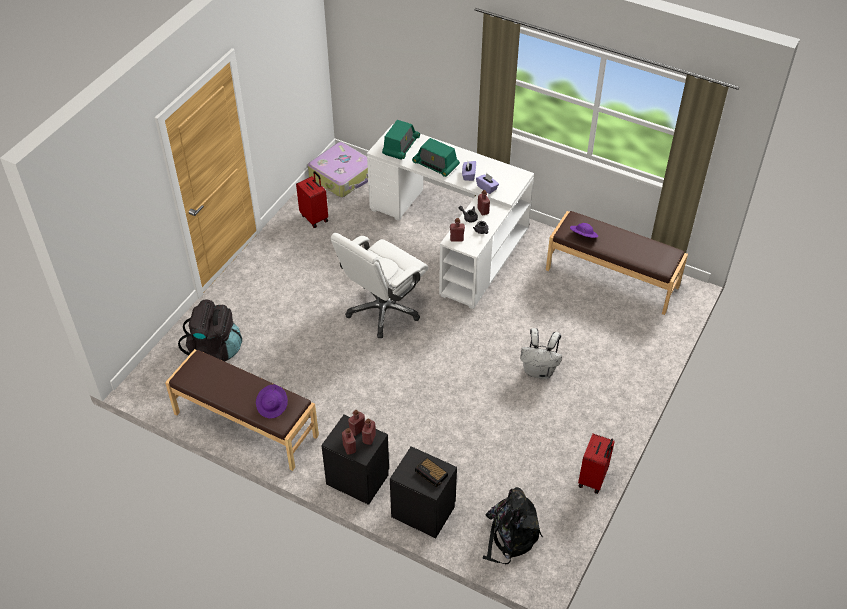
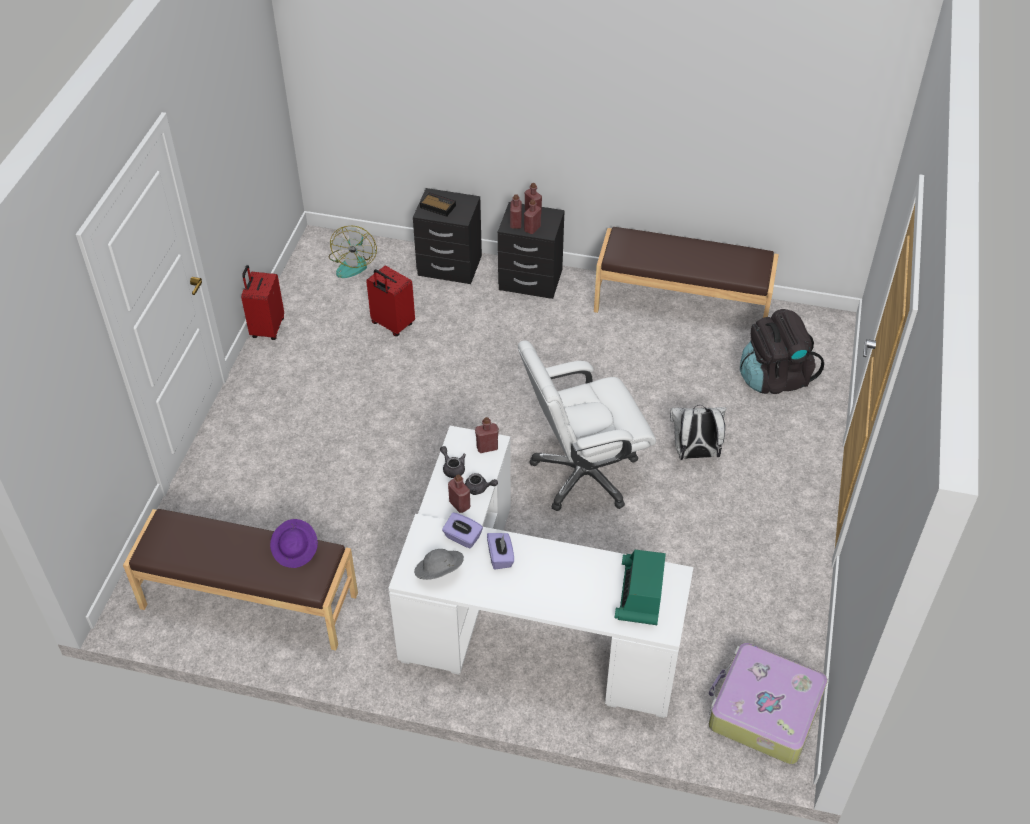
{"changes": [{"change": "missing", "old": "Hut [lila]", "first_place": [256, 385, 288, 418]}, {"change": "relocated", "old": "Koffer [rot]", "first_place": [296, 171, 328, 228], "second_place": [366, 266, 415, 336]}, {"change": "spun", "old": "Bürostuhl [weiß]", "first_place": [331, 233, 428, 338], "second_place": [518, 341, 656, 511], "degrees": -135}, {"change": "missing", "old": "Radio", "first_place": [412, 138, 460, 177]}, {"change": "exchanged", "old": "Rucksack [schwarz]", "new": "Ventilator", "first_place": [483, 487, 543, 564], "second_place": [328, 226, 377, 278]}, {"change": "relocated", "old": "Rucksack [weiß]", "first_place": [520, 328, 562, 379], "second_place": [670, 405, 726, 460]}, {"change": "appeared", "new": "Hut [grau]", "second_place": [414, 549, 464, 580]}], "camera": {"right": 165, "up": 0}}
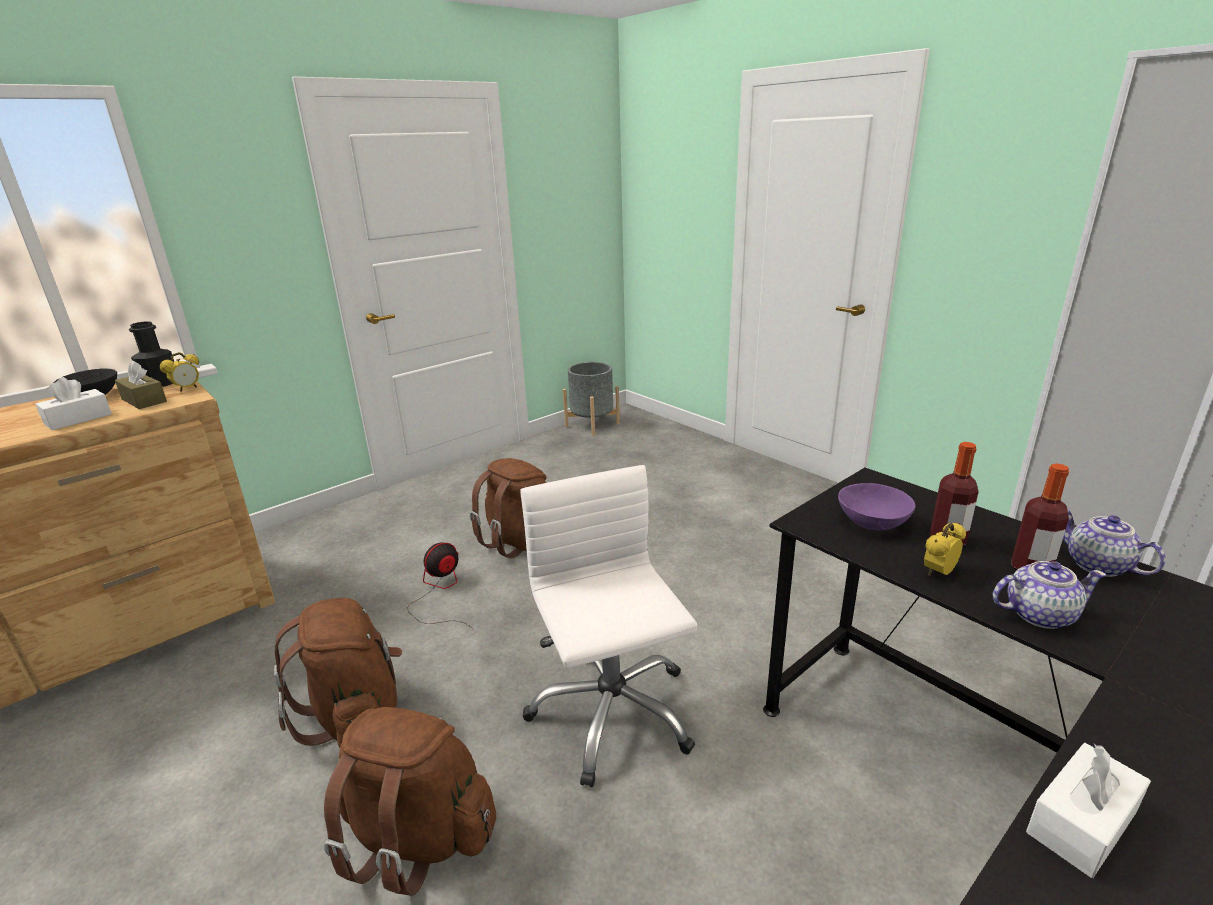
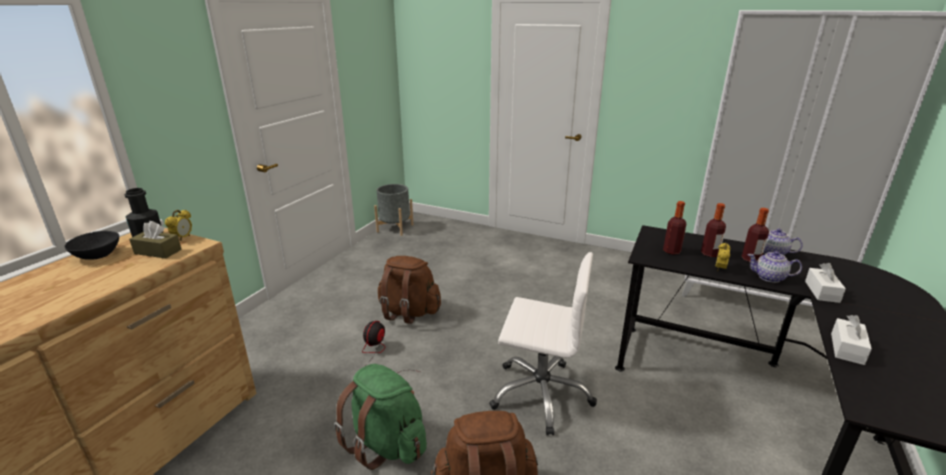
{"changes": [{"change": "relocated", "old": "Taschentuchbox [weiß]", "first_place": [35, 377, 112, 430], "second_place": [805, 263, 846, 303]}, {"change": "colour", "old": "Rucksack [braun]", "new": "Rucksack [grün]", "first_place": [274, 598, 402, 748], "second_place": [334, 364, 427, 470]}, {"change": "spun", "old": "Bürostuhl [weiß]", "first_place": [520, 465, 697, 787], "second_place": [489, 252, 597, 436], "degrees": 150}, {"change": "exchanged", "old": "Schüssel [lila]", "new": "Flasche", "first_place": [838, 483, 915, 530], "second_place": [663, 201, 686, 255]}, {"change": "spun", "old": "Teekanne", "first_place": [993, 561, 1106, 629], "second_place": [748, 251, 802, 283], "degrees": -135}], "camera": {"right": -25, "up": 0}}
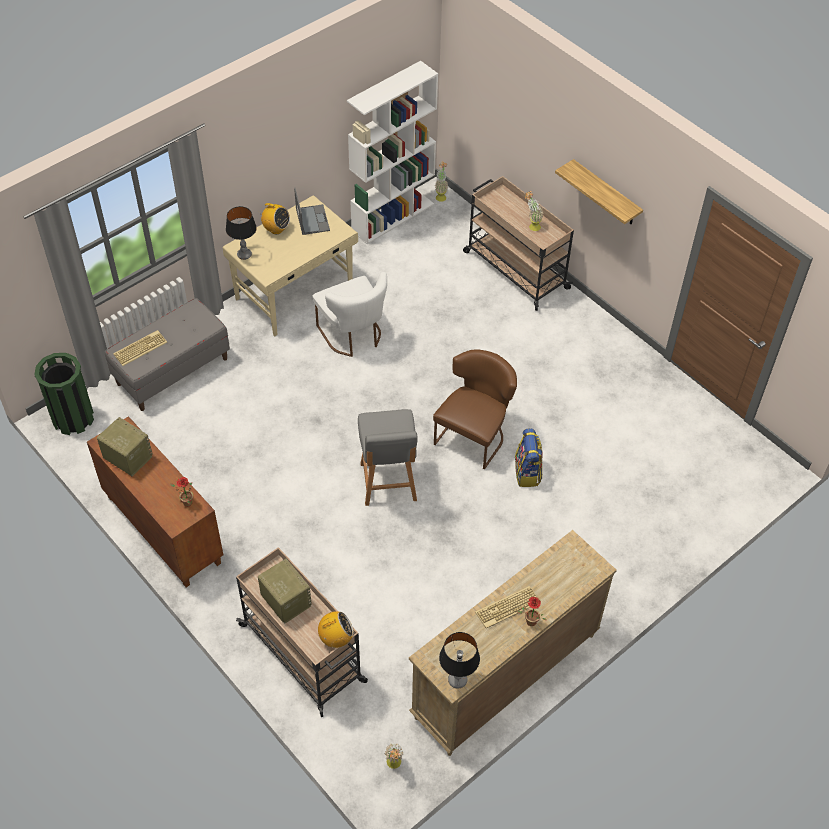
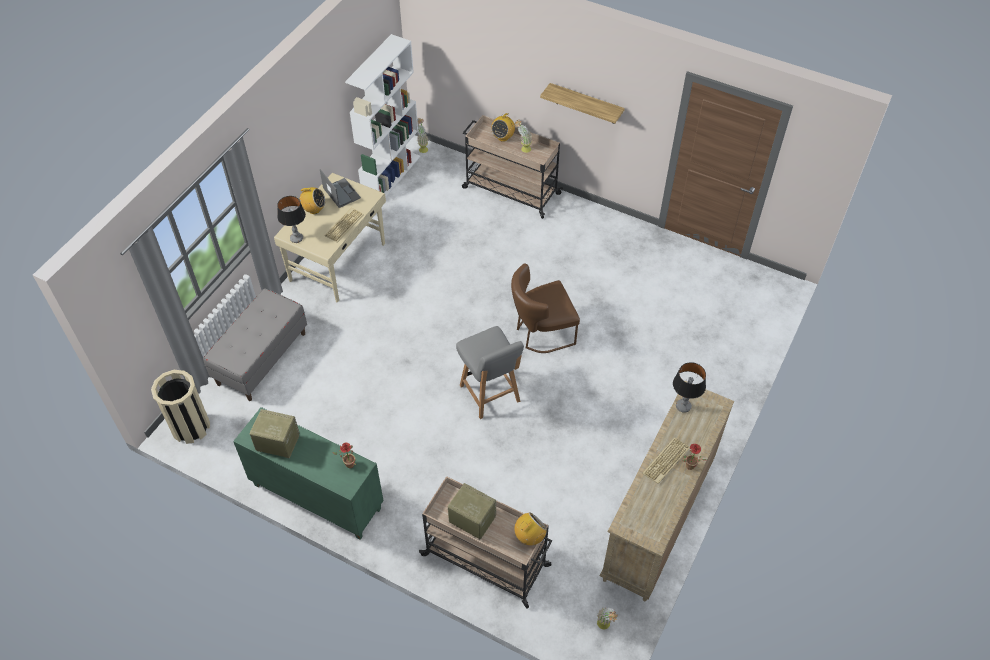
{"changes": [{"change": "colour", "old": "Mülleimer [grün]", "new": "Mülleimer [beige]", "first_place": [34, 353, 94, 435], "second_place": [151, 370, 210, 444]}, {"change": "colour", "old": "Schrank [braun]", "new": "Schrank [grün]", "first_place": [87, 416, 223, 587], "second_place": [233, 407, 384, 540]}, {"change": "relocated", "old": "Tastatur", "first_place": [113, 330, 167, 366], "second_place": [325, 208, 364, 243]}, {"change": "missing", "old": "Stuhl [weiß]", "first_place": [313, 272, 387, 357]}, {"change": "spun", "old": "Stuhl [braun]", "first_place": [433, 349, 517, 470], "second_place": [511, 263, 580, 353], "degrees": -120}, {"change": "relocated", "old": "Tischlampe", "first_place": [439, 632, 480, 688], "second_place": [673, 362, 706, 413]}, {"change": "missing", "old": "Rucksack", "first_place": [515, 428, 543, 487]}, {"change": "appeared", "new": "Radio", "second_place": [491, 113, 515, 142]}], "camera": {"right": -20, "up": 0}}
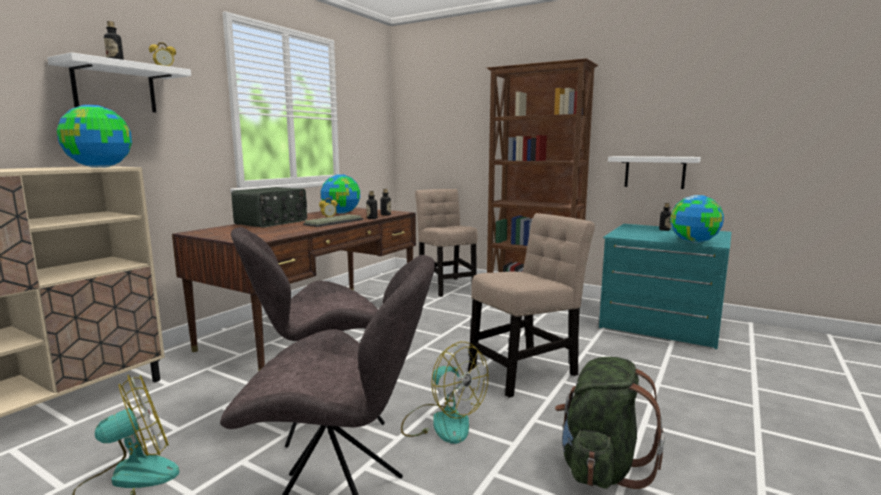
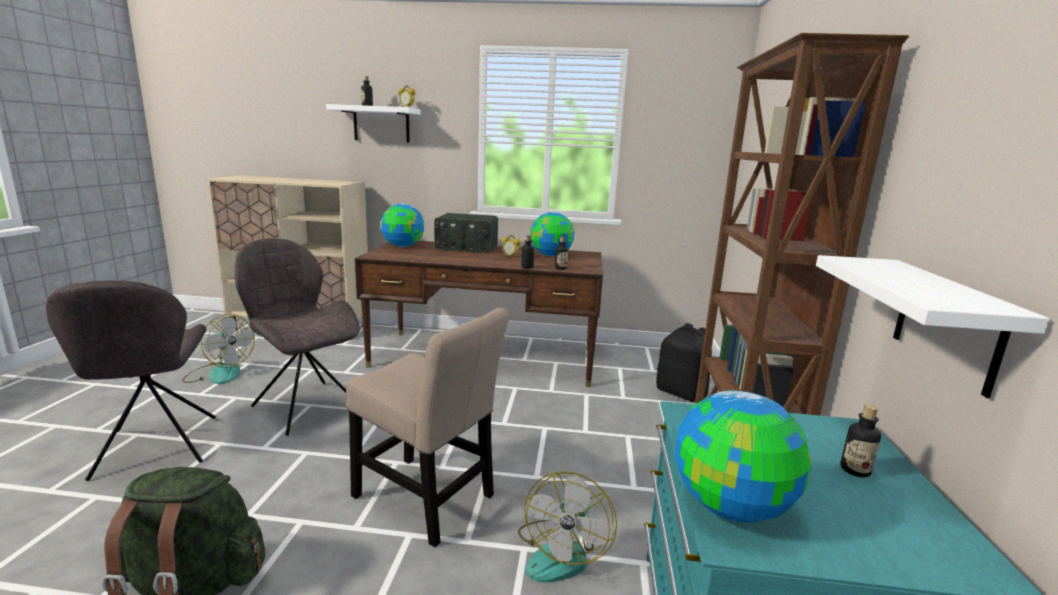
{"changes": [{"change": "relocated", "old": "Globus", "first_place": [57, 105, 132, 168], "second_place": [380, 204, 424, 247]}, {"change": "missing", "old": "Tastatur", "first_place": [303, 214, 363, 227]}, {"change": "relocated", "old": "Ventilator", "first_place": [401, 342, 488, 444], "second_place": [518, 471, 617, 582]}, {"change": "exchanged", "old": "Stuhl [beige]", "new": "Rucksack [schwarz]", "first_place": [415, 189, 478, 297], "second_place": [656, 323, 712, 402]}], "camera": {"right": 65, "up": 5}}
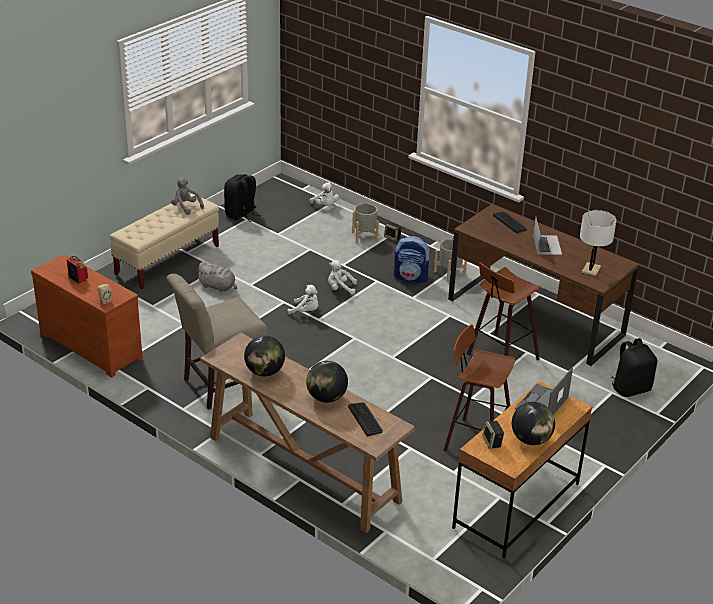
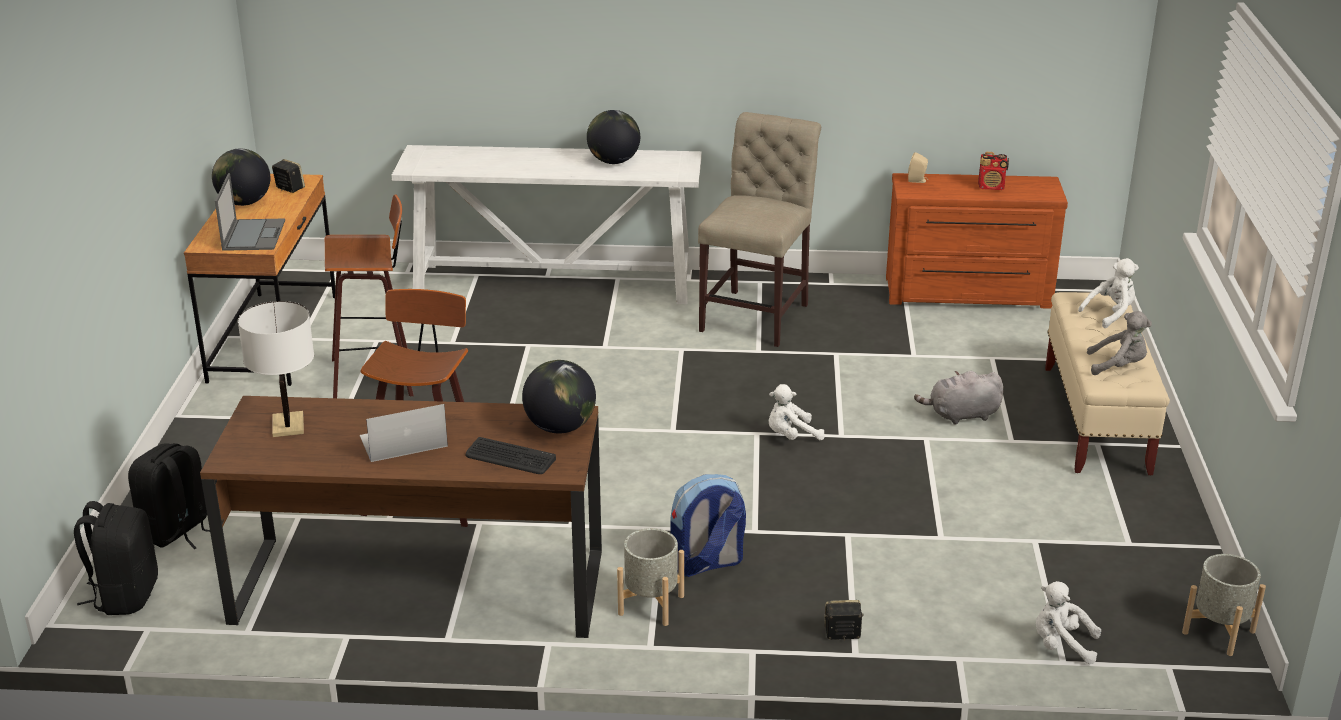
{"changes": [{"change": "colour", "old": "Konsolentisch [braun]", "new": "Konsolentisch [weiß]", "first_place": [200, 333, 415, 533], "second_place": [392, 145, 702, 304]}, {"change": "relocated", "old": "Rucksack [schwarz]", "first_place": [224, 174, 260, 222], "second_place": [74, 501, 158, 615]}, {"change": "relocated", "old": "Globus", "first_place": [306, 361, 348, 403], "second_place": [522, 360, 596, 433]}, {"change": "relocated", "old": "Plüschtier [weiß]", "first_place": [328, 260, 357, 295], "second_place": [1078, 258, 1139, 328]}, {"change": "missing", "old": "Tastatur", "first_place": [348, 402, 383, 436]}, {"change": "relocated", "old": "Pflanzkübel [grau]", "first_place": [352, 203, 379, 244], "second_place": [1182, 554, 1266, 656]}, {"change": "spun", "old": "Laptop", "first_place": [533, 217, 562, 255], "second_place": [360, 404, 448, 462], "degrees": 105}], "camera": {"right": 145, "up": -5}}
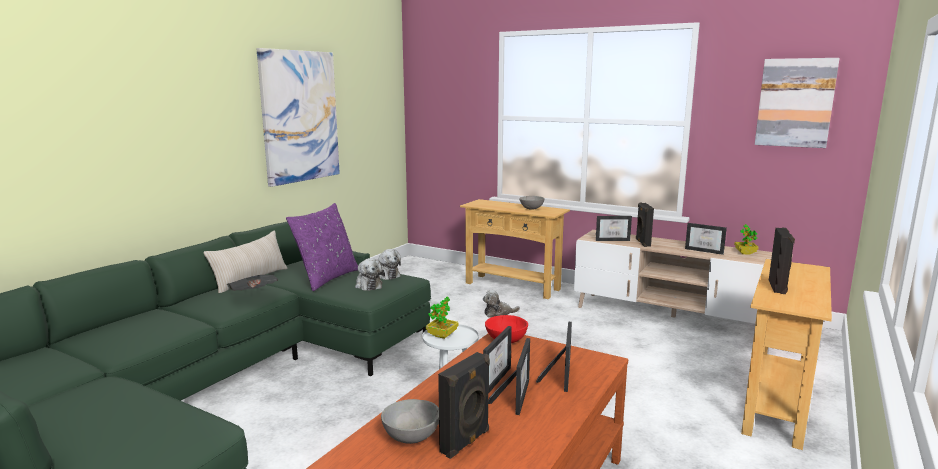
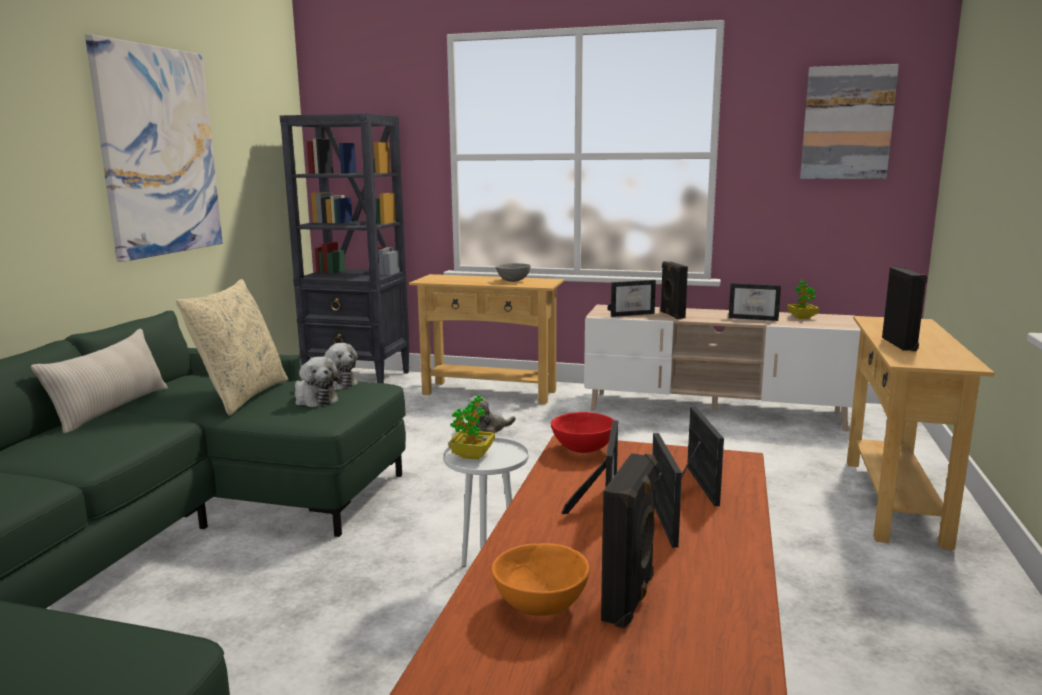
{"changes": [{"change": "missing", "old": "Zeitung", "first_place": [226, 275, 279, 291]}, {"change": "colour", "old": "Kissen [lila]", "new": "Kissen [beige]", "first_place": [286, 203, 358, 291], "second_place": [175, 279, 288, 416]}, {"change": "colour", "old": "Schüssel [grau]", "new": "Schüssel [orange]", "first_place": [381, 399, 439, 444], "second_place": [492, 543, 590, 616]}, {"change": "appeared", "new": "Bücherregal [schwarz]", "second_place": [280, 113, 410, 383]}], "camera": {"right": -15, "up": 0}}
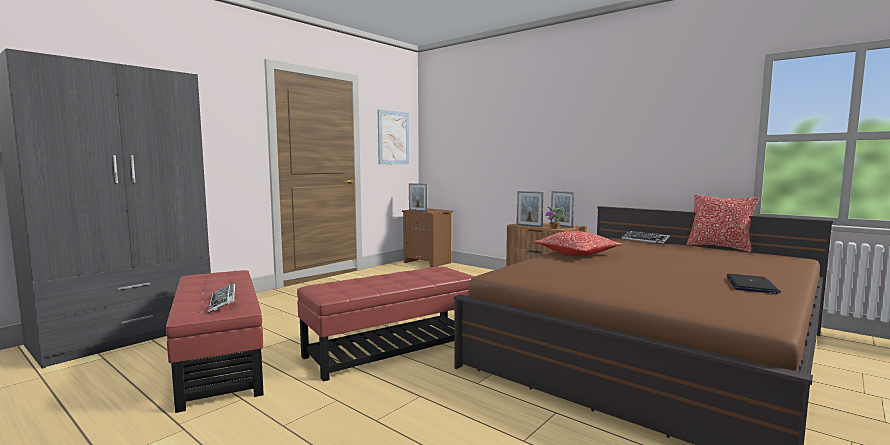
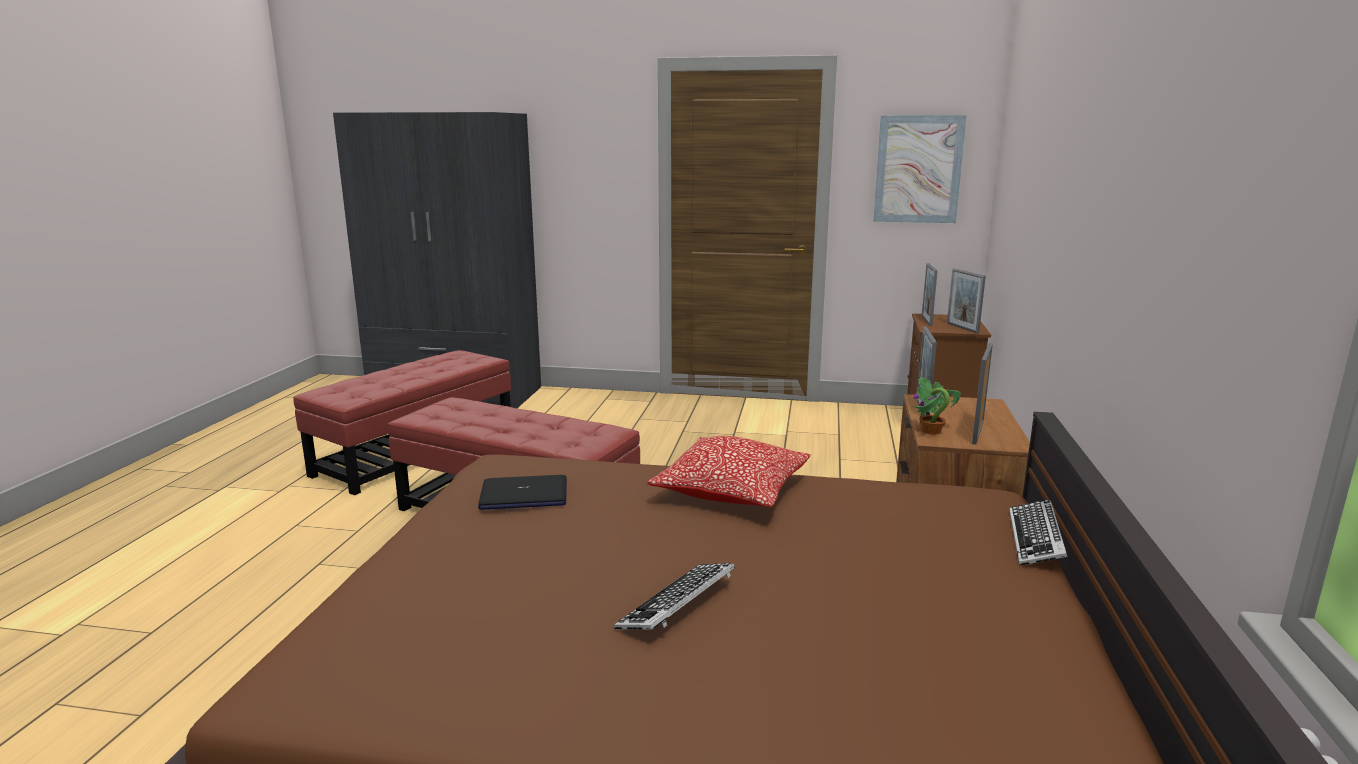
{"changes": [{"change": "relocated", "old": "Tastatur", "first_place": [208, 283, 236, 313], "second_place": [614, 563, 735, 630]}, {"change": "missing", "old": "Kissen", "first_place": [686, 195, 759, 252]}, {"change": "relocated", "old": "Laptop", "first_place": [726, 274, 781, 294], "second_place": [478, 475, 567, 510]}, {"change": "appeared", "new": "Bilderrahmen", "second_place": [947, 268, 986, 333]}], "camera": {"right": 60, "up": 10}}
